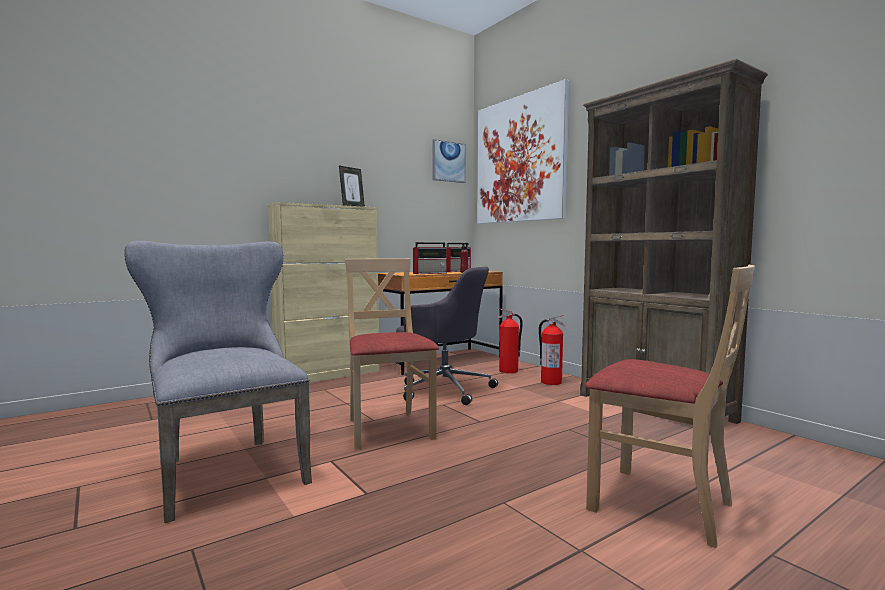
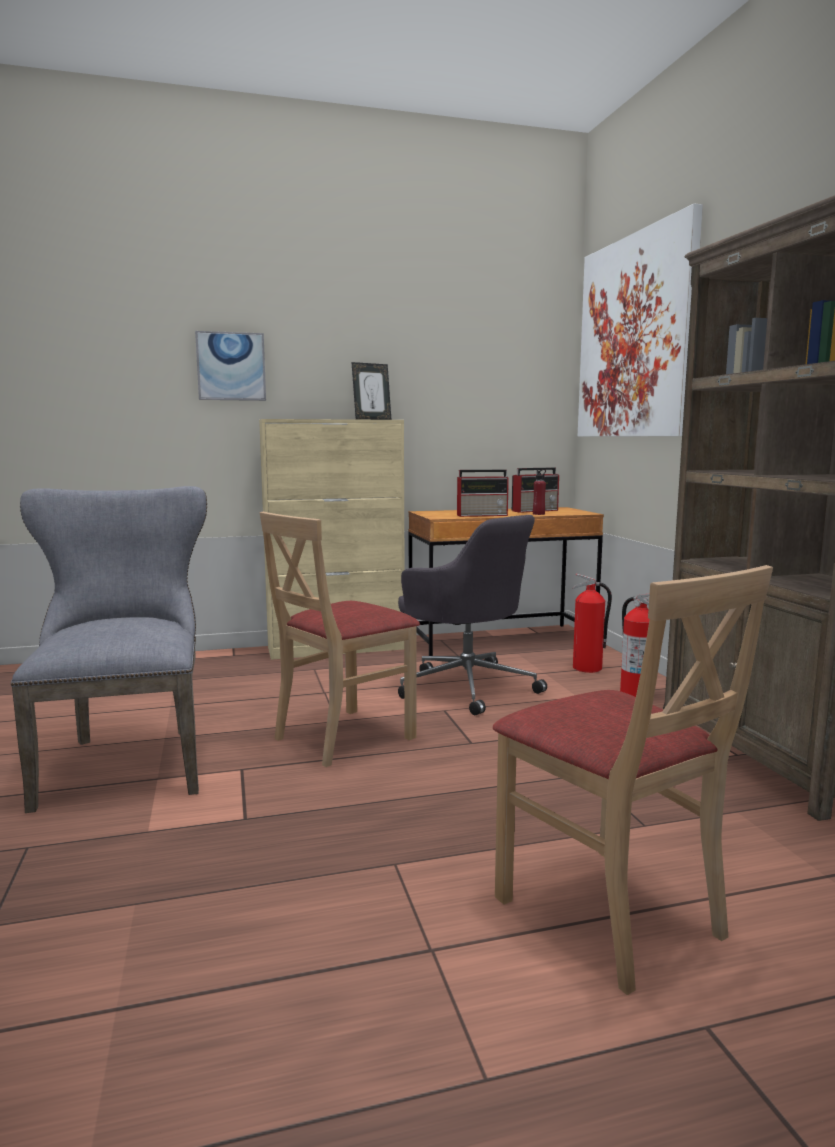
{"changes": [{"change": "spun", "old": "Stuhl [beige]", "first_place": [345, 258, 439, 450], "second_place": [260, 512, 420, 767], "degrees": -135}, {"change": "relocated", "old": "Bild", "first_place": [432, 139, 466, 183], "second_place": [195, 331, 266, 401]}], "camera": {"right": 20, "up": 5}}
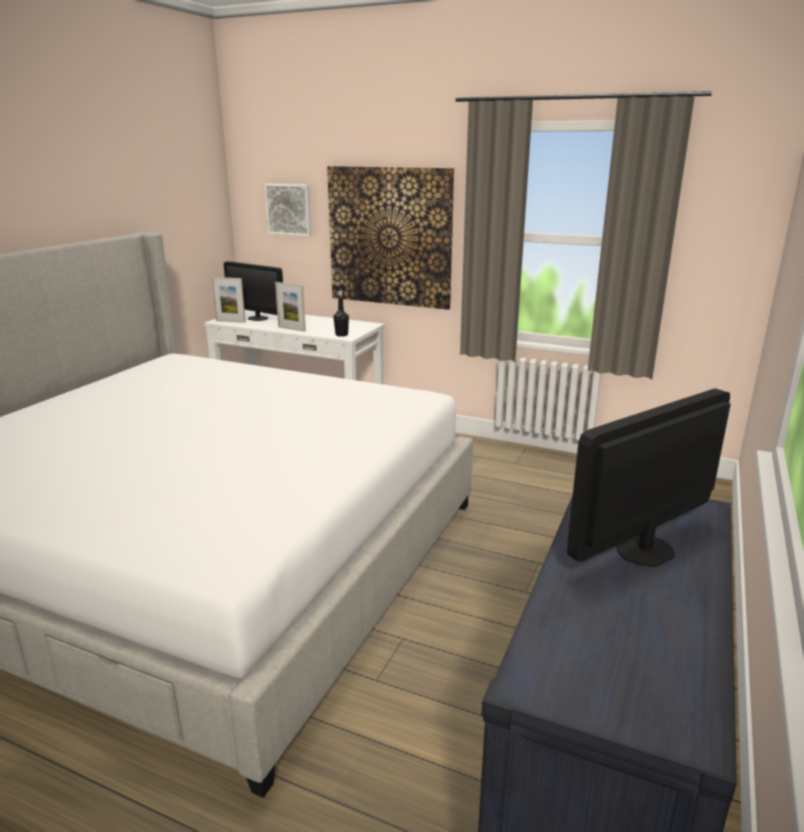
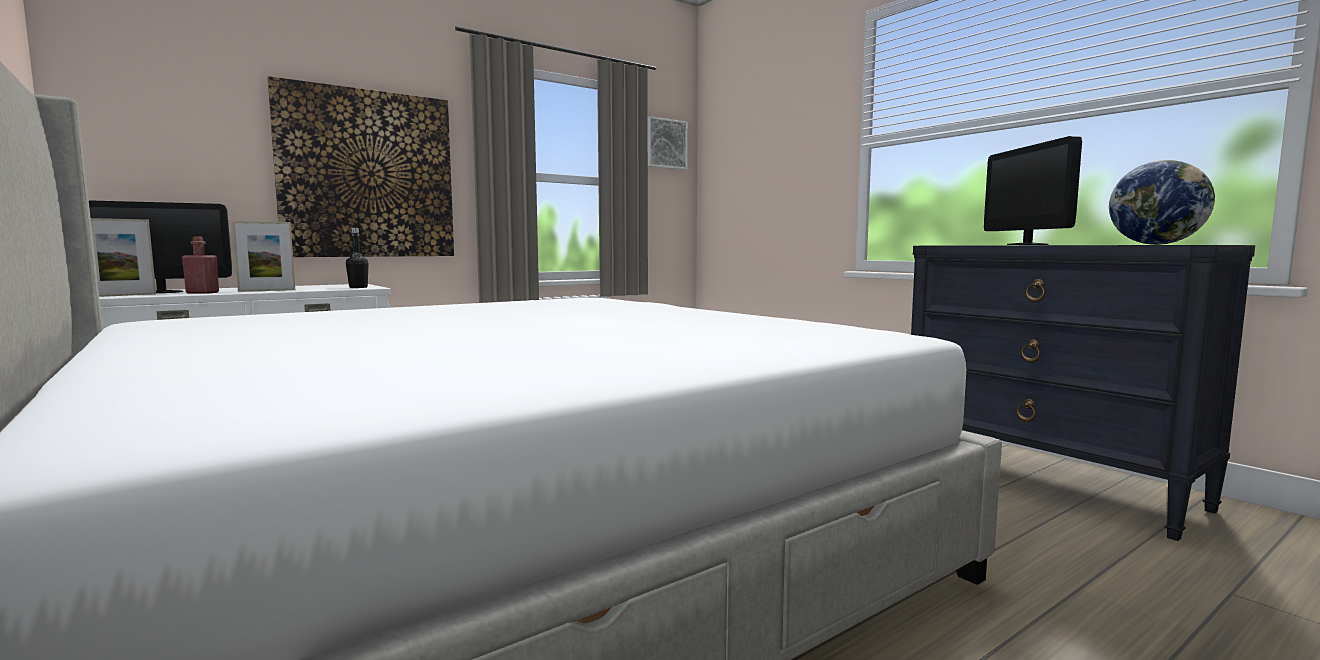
{"changes": [{"change": "relocated", "old": "Bild", "first_place": [264, 184, 312, 236], "second_place": [648, 116, 688, 170]}, {"change": "appeared", "new": "Flasche [rot]", "second_place": [182, 236, 219, 294]}, {"change": "appeared", "new": "Globus", "second_place": [1109, 160, 1215, 245]}], "camera": {"right": -60, "up": -15}}
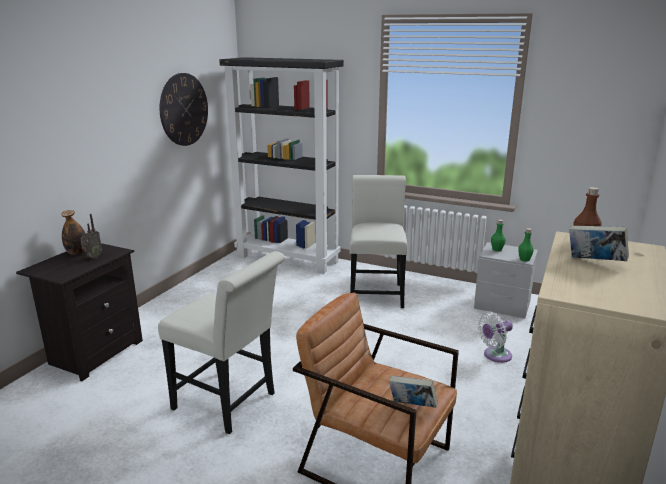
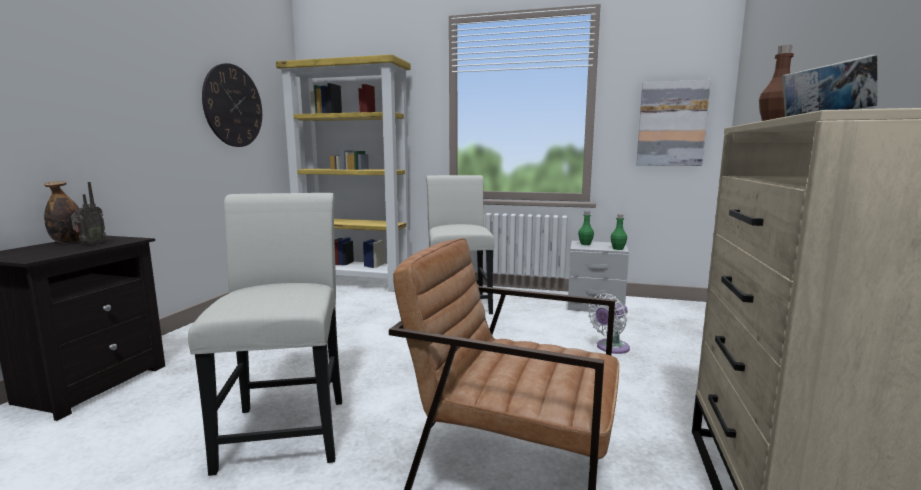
{"changes": [{"change": "spun", "old": "Stuhl [weiß]", "first_place": [158, 251, 285, 434], "second_place": [188, 193, 342, 476], "degrees": -120}, {"change": "colour", "old": "Bücherregal [schwarz]", "new": "Bücherregal [gelb]", "first_place": [219, 57, 344, 274], "second_place": [276, 54, 411, 292]}, {"change": "missing", "old": "Buch", "first_place": [389, 376, 438, 408]}, {"change": "appeared", "new": "Bild", "second_place": [636, 80, 711, 166]}], "camera": {"right": -10, "up": -10}}
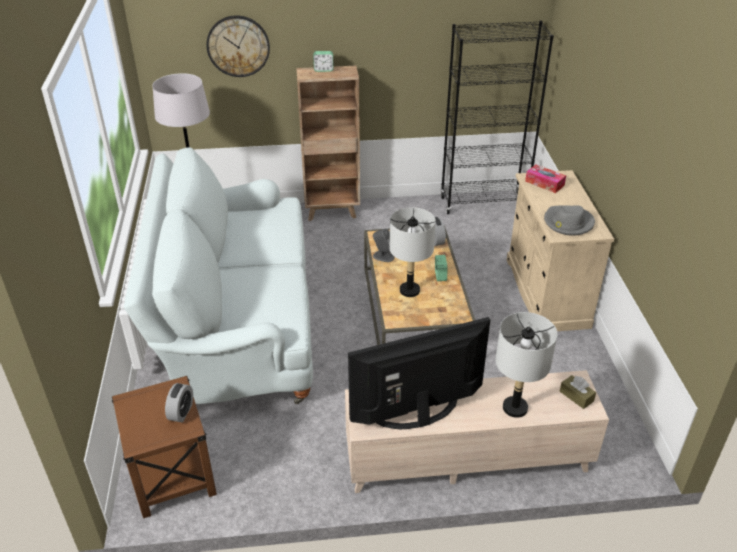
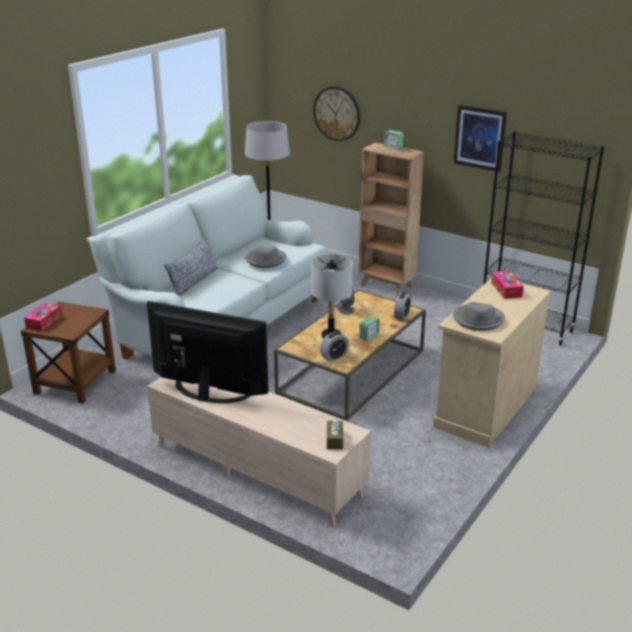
{"changes": [{"change": "relocated", "old": "Wecker", "first_place": [165, 383, 193, 422], "second_place": [320, 332, 349, 362]}, {"change": "missing", "old": "Tischlampe [grau]", "first_place": [496, 312, 557, 418]}, {"change": "appeared", "new": "Taschentuchbox", "second_place": [24, 302, 62, 331]}, {"change": "appeared", "new": "Kissen", "second_place": [164, 236, 219, 297]}, {"change": "appeared", "new": "Hut [grau]", "second_place": [245, 246, 287, 268]}, {"change": "appeared", "new": "Bild", "second_place": [454, 105, 507, 172]}], "camera": {"right": 40, "up": -10}}
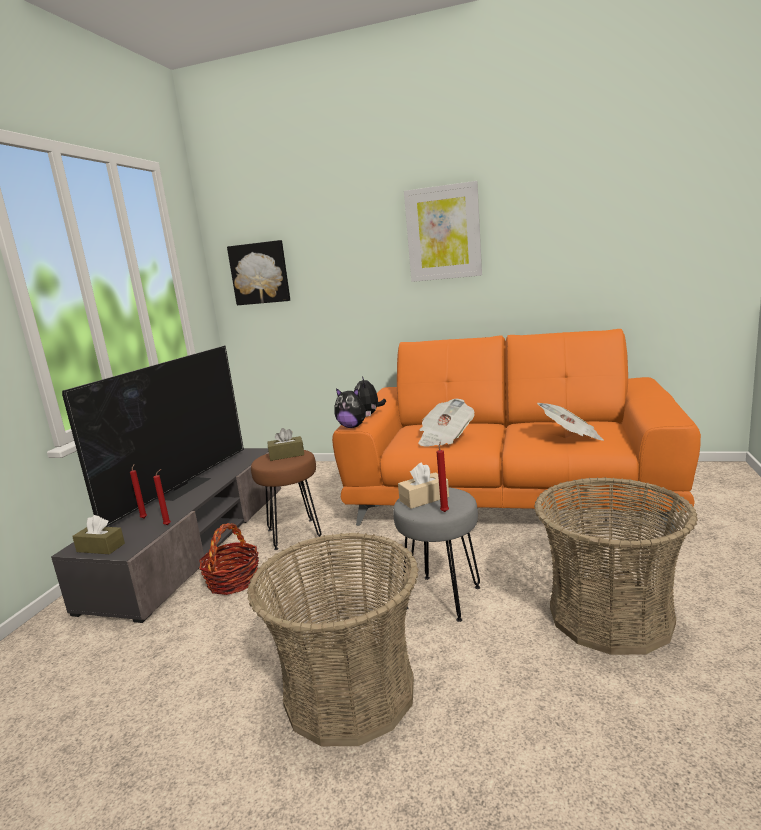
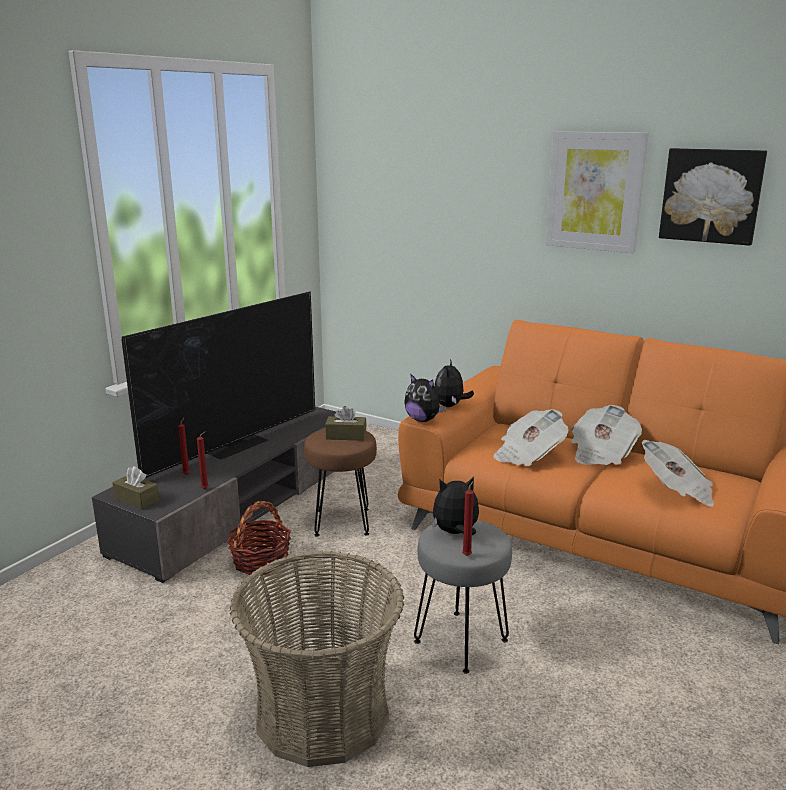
{"changes": [{"change": "relocated", "old": "Bild", "first_place": [227, 240, 290, 305], "second_place": [659, 148, 767, 246]}, {"change": "exchanged", "old": "Taschentuchbox [beige]", "new": "Plüschtier", "first_place": [398, 463, 449, 509], "second_place": [432, 477, 479, 535]}, {"change": "missing", "old": "Korb", "first_place": [534, 477, 698, 655]}, {"change": "appeared", "new": "Zeitung", "second_place": [571, 405, 642, 465]}], "camera": {"right": 15, "up": 5}}
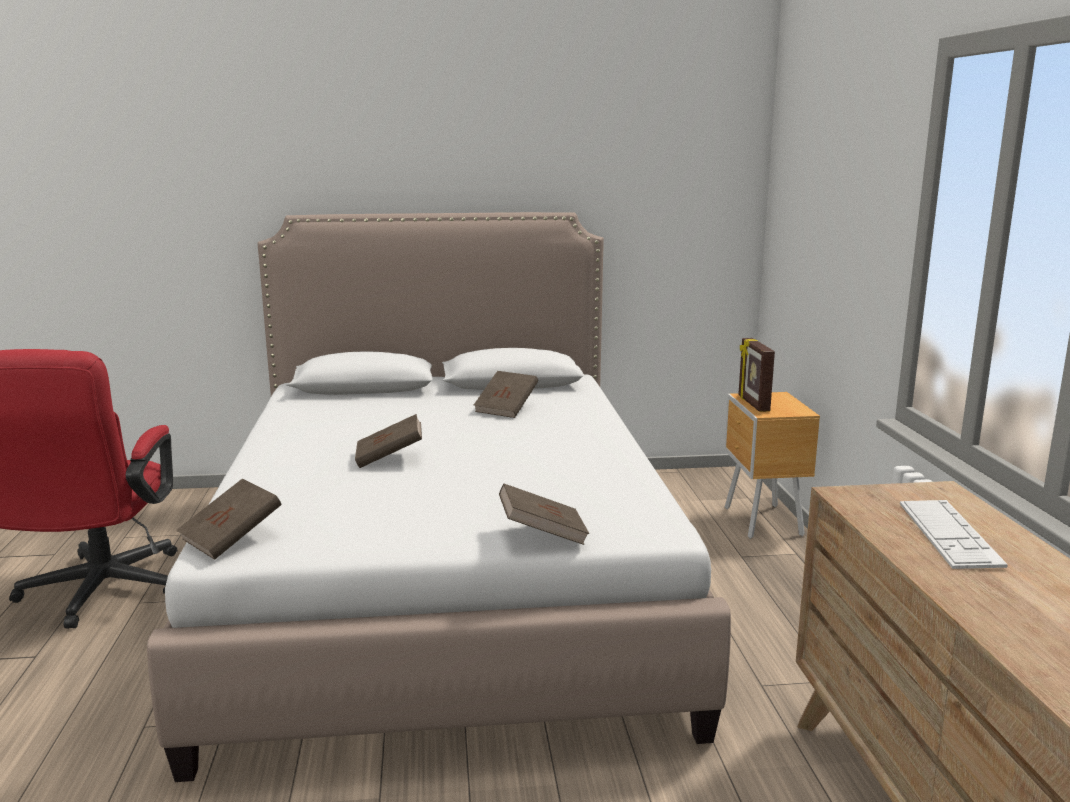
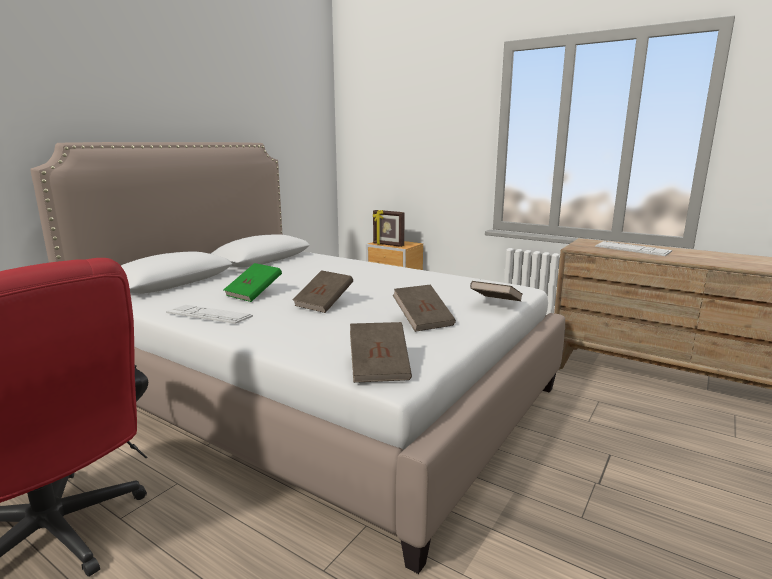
{"changes": [{"change": "relocated", "old": "Buch [braun]", "first_place": [474, 371, 538, 418], "second_place": [393, 285, 456, 332]}, {"change": "appeared", "new": "Tastatur", "second_place": [166, 305, 253, 324]}, {"change": "appeared", "new": "Buch [grün]", "second_place": [224, 263, 282, 302]}], "camera": {"right": -50, "up": 0}}
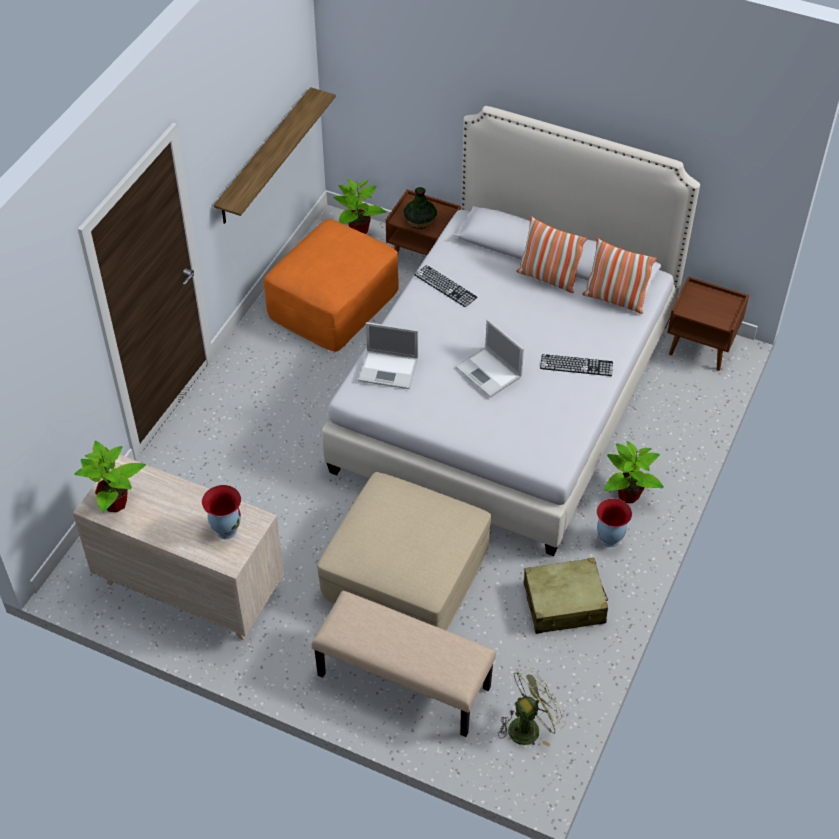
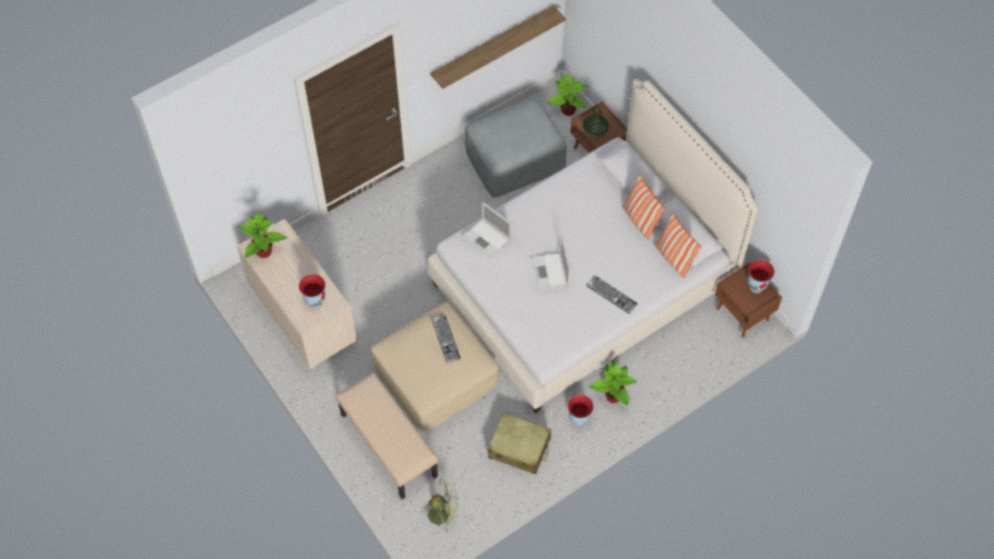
{"changes": [{"change": "colour", "old": "Polsterhocker [orange]", "new": "Polsterhocker [grau]", "first_place": [264, 219, 399, 352], "second_place": [465, 99, 567, 198]}, {"change": "relocated", "old": "Tastatur", "first_place": [414, 265, 477, 307], "second_place": [431, 314, 461, 363]}, {"change": "appeared", "new": "Vase", "second_place": [748, 260, 775, 293]}], "camera": {"right": 30, "up": 10}}
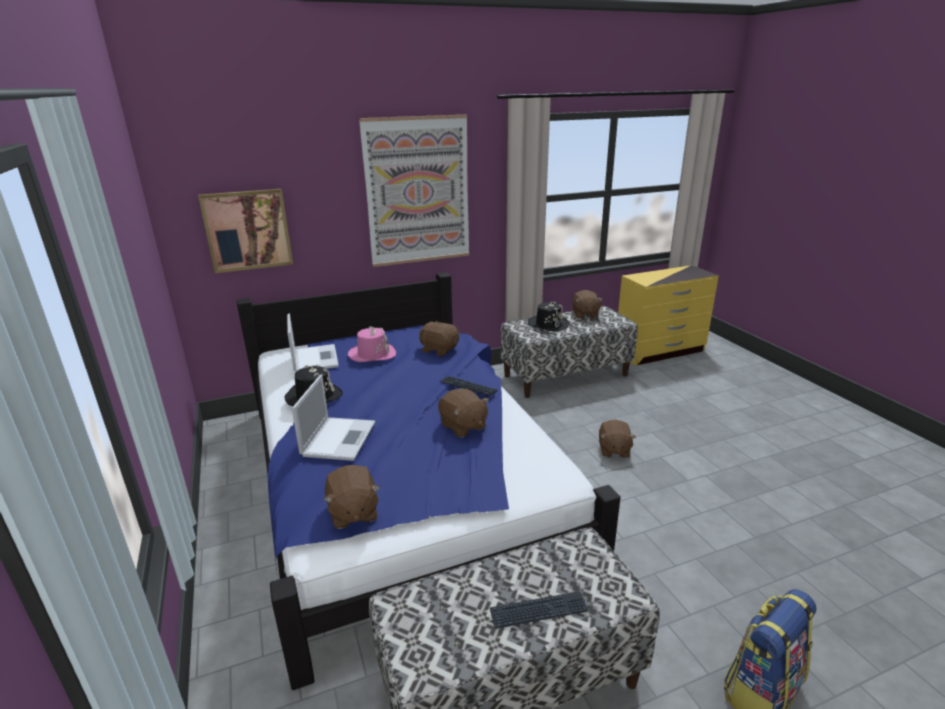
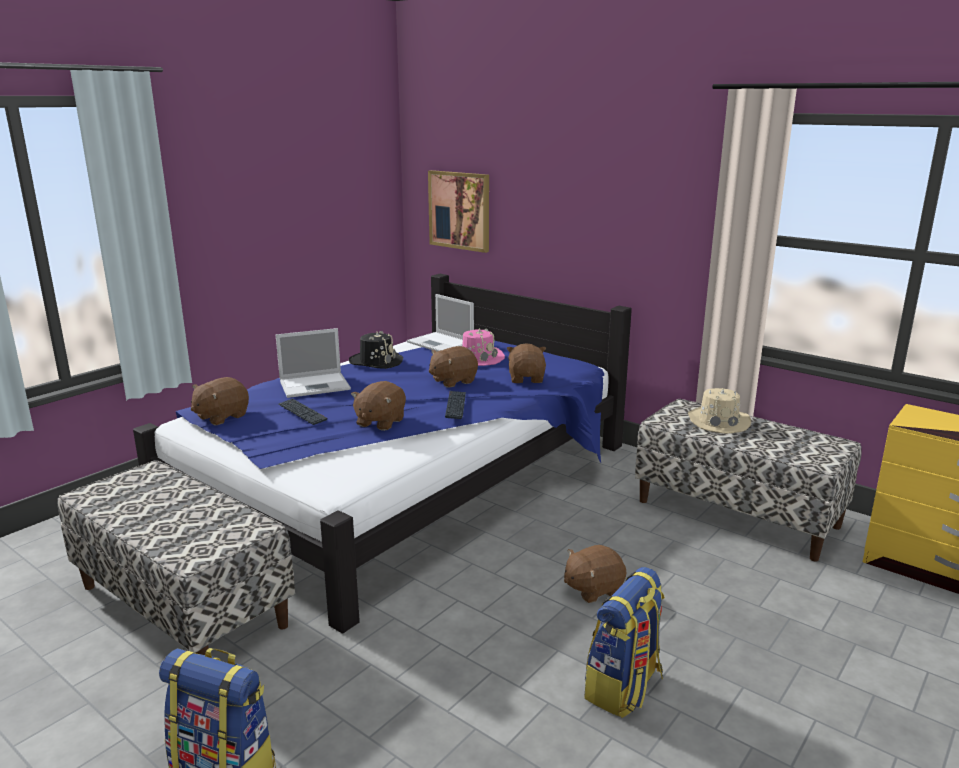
{"changes": [{"change": "spun", "old": "Laptop", "first_place": [287, 313, 339, 371], "second_place": [407, 294, 474, 352], "degrees": 90}, {"change": "missing", "old": "Bild", "first_place": [359, 115, 469, 267]}, {"change": "relocated", "old": "Tastatur", "first_place": [490, 591, 589, 629], "second_place": [278, 398, 327, 425]}, {"change": "colour", "old": "Hut [schwarz]", "new": "Hut [beige]", "first_place": [528, 301, 569, 332], "second_place": [688, 388, 751, 434]}, {"change": "relocated", "old": "Plüschtier [braun]", "first_place": [572, 290, 603, 319], "second_place": [429, 346, 478, 388]}, {"change": "appeared", "new": "Rucksack", "second_place": [584, 567, 665, 718]}], "camera": {"right": 60, "up": -5}}
